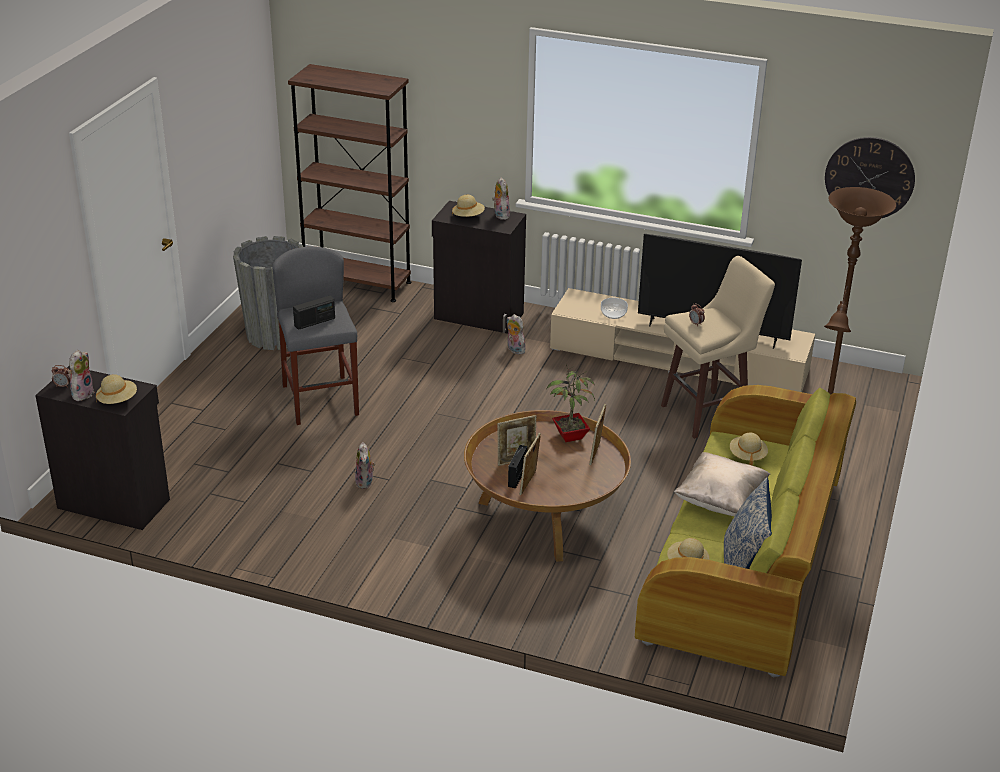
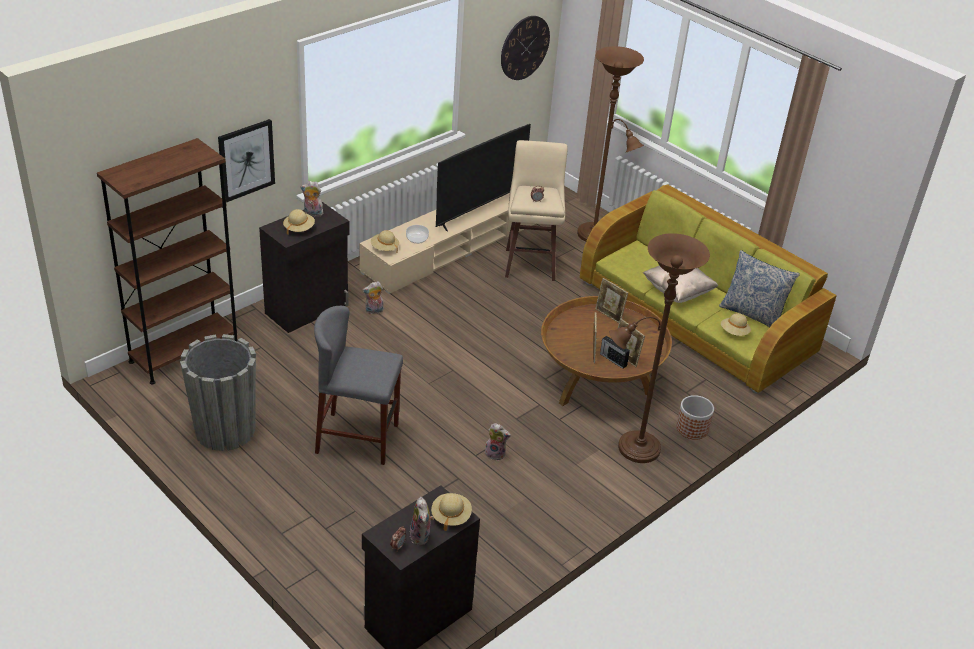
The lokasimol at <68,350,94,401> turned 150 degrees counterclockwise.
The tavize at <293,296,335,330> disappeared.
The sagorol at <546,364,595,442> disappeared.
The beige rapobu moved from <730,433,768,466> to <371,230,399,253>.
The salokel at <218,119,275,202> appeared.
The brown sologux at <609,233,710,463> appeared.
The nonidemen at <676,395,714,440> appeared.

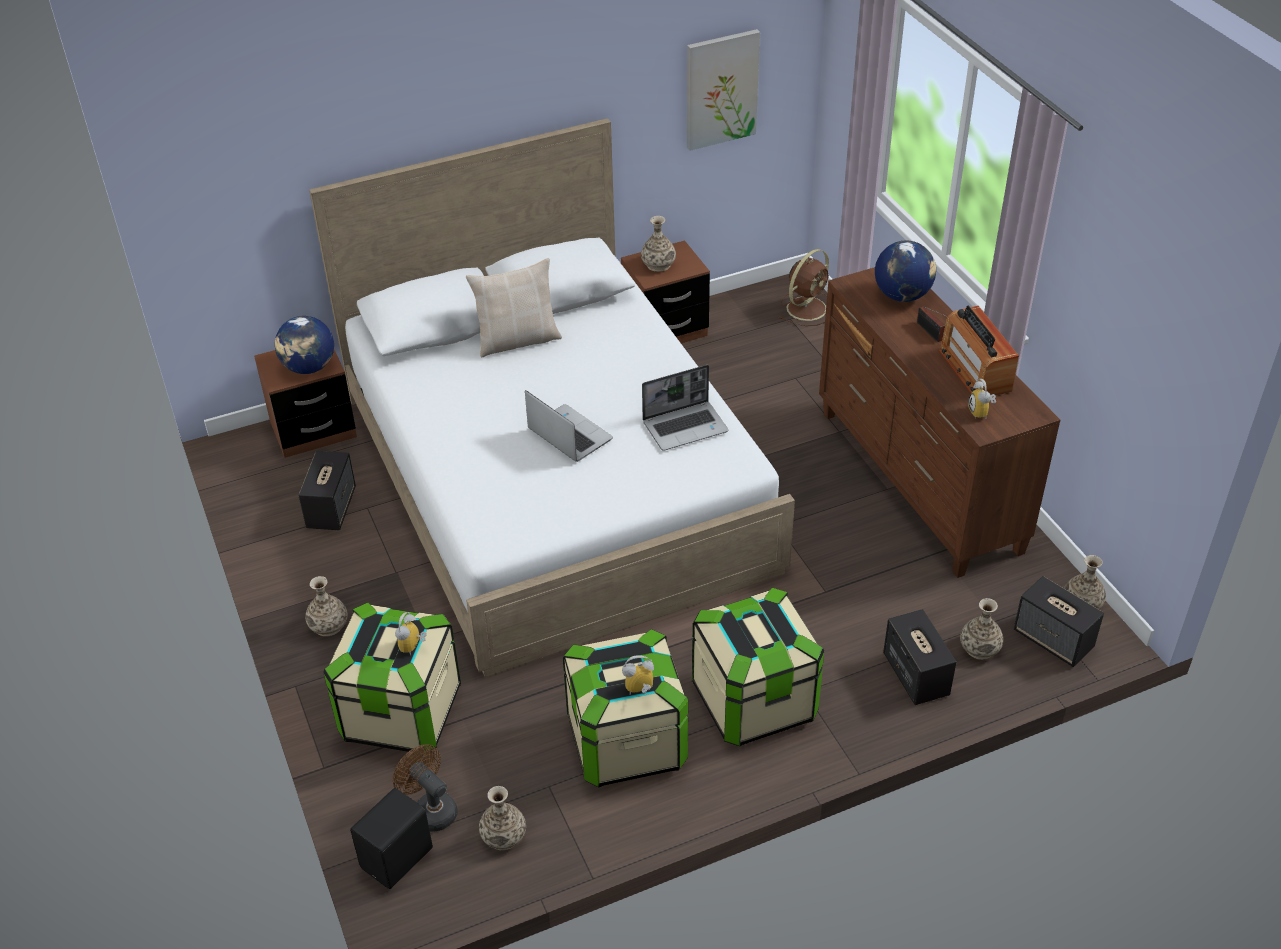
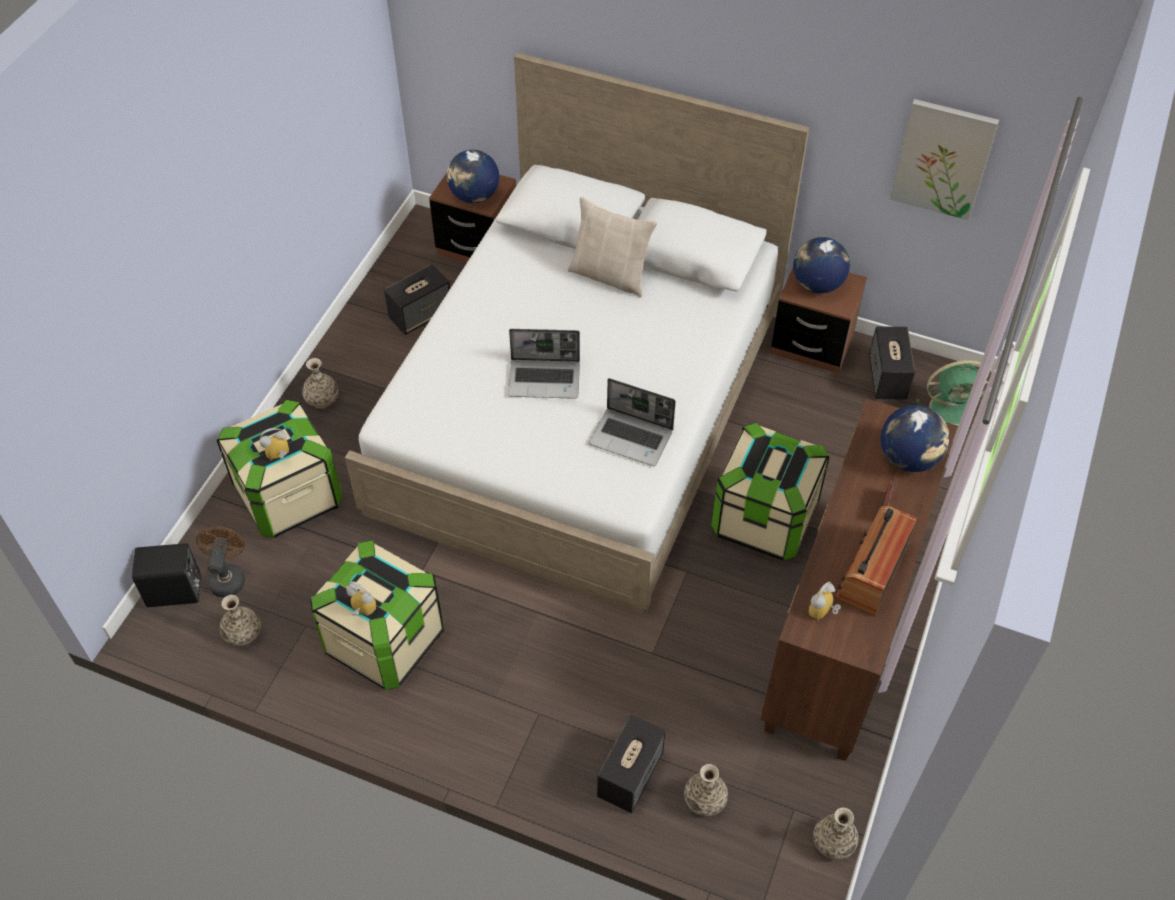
The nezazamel at <525,390,613,462> turned 90 degrees clockwise.
The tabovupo at <641,216,676,272> was replaced by the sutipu at <793,237,850,293>.
The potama moved from <692,588,824,746> to <711,423,830,561>.
The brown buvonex at <779,249,829,326> became the green buvonex at <916,360,992,433>.
The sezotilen moved from <1013,576,1104,667> to <869,326,915,400>.

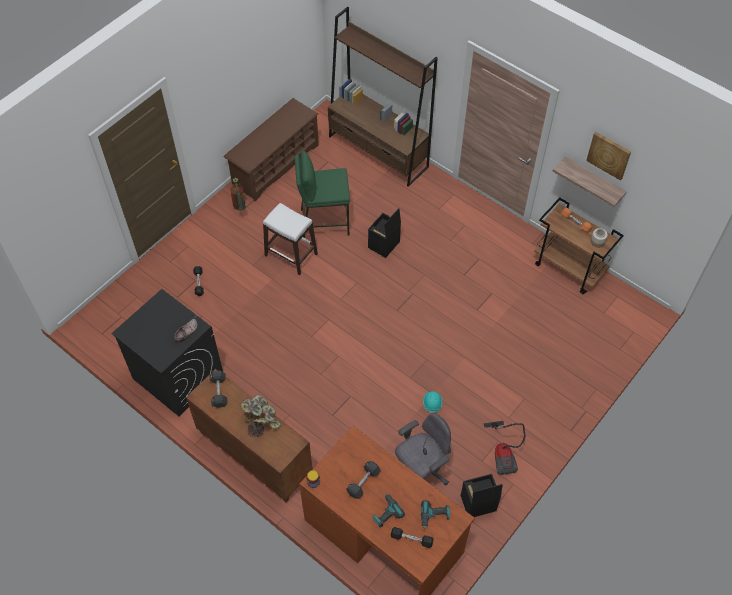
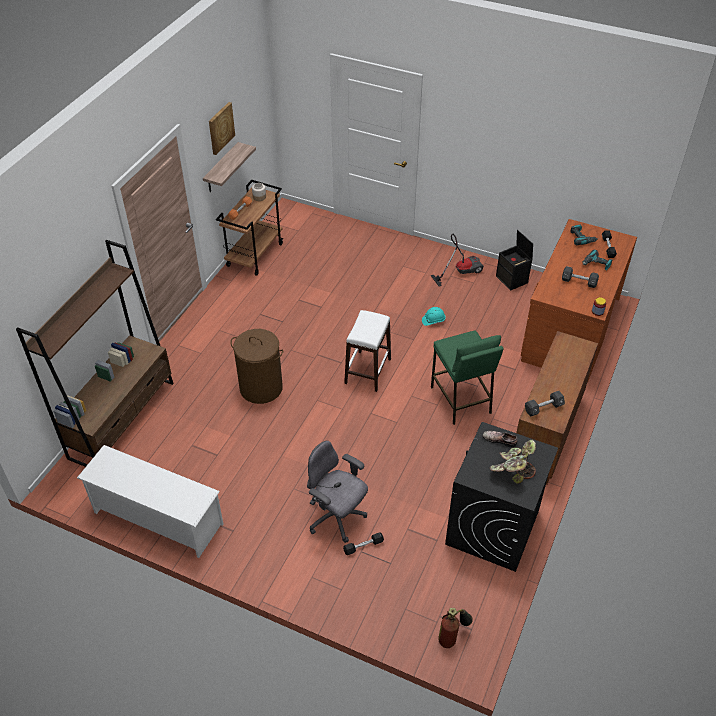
The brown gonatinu at <224,98,319,202> became the white gonatinu at <77,445,224,558>.
The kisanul moved from <231,178,246,211> to <438,608,473,648>.
The sagorol moved from <240,394,281,437> to <490,440,536,484>.
The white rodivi moved from <263,203,318,275> to <344,310,391,392>.
The green rodivi moved from <295,150,350,238> to <431,331,503,425>.
The black potama at <368,208,401,258> was replaced by the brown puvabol at <230,329,283,404>.
The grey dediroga moved from <395,413,451,485> to <307,441,368,543>.

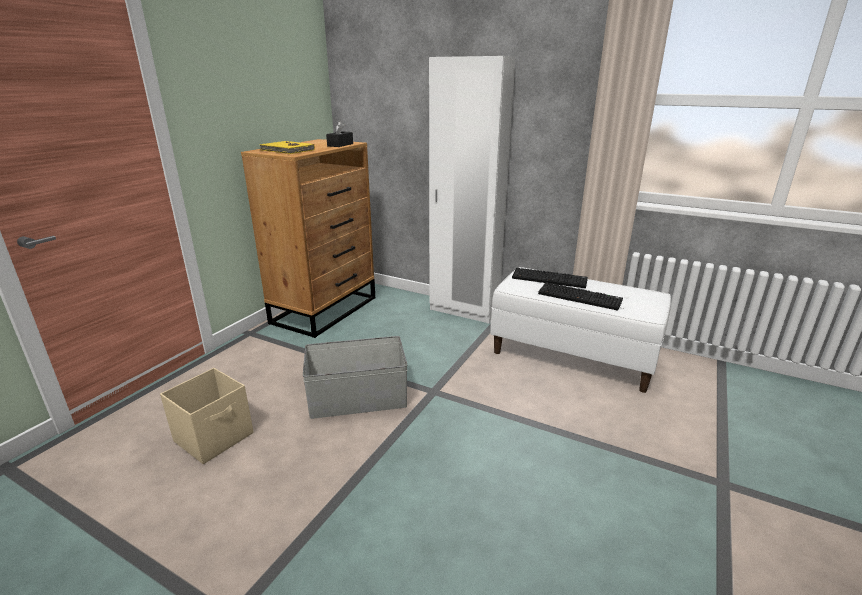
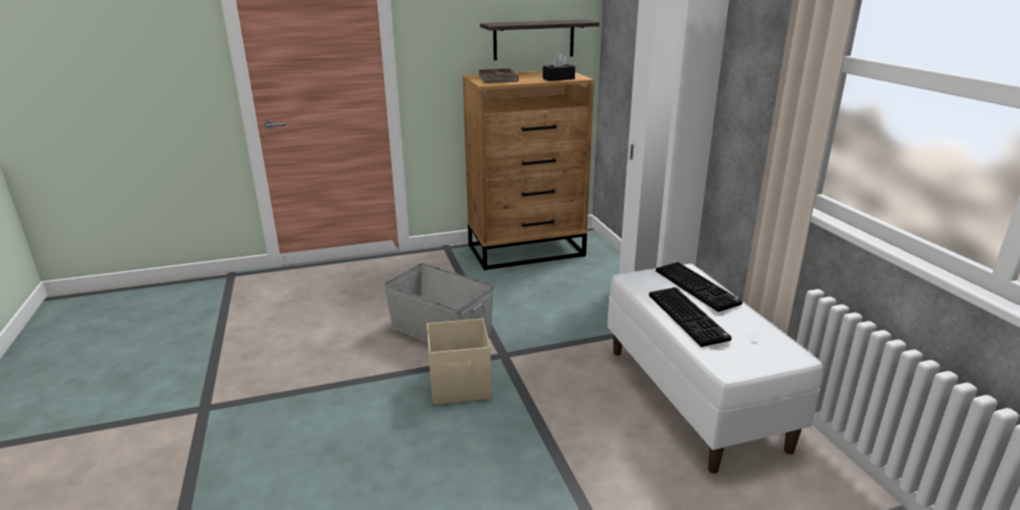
The beige potama moved from <160,368,254,464> to <427,318,492,405>.
The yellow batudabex at <259,141,315,154> became the brown batudabex at <479,69,519,83>.
The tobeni at <480,20,600,60> appeared.

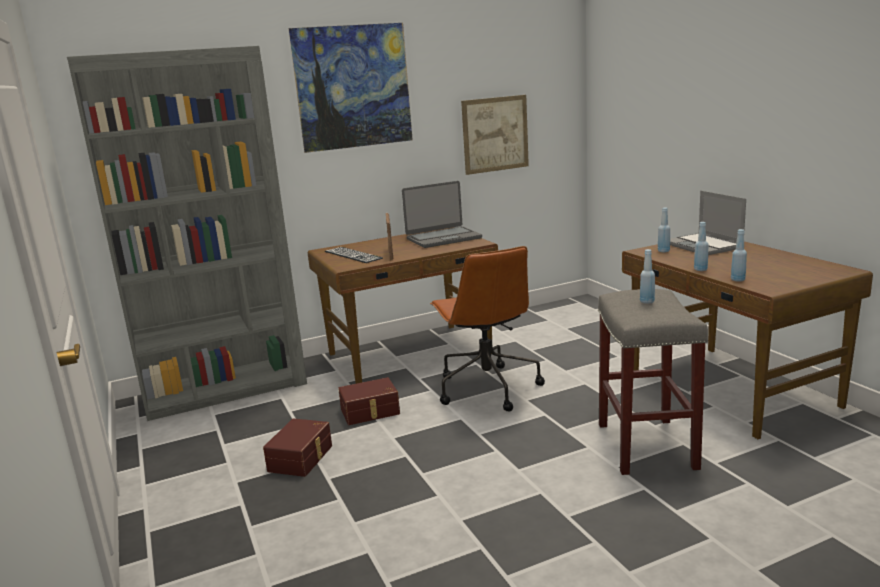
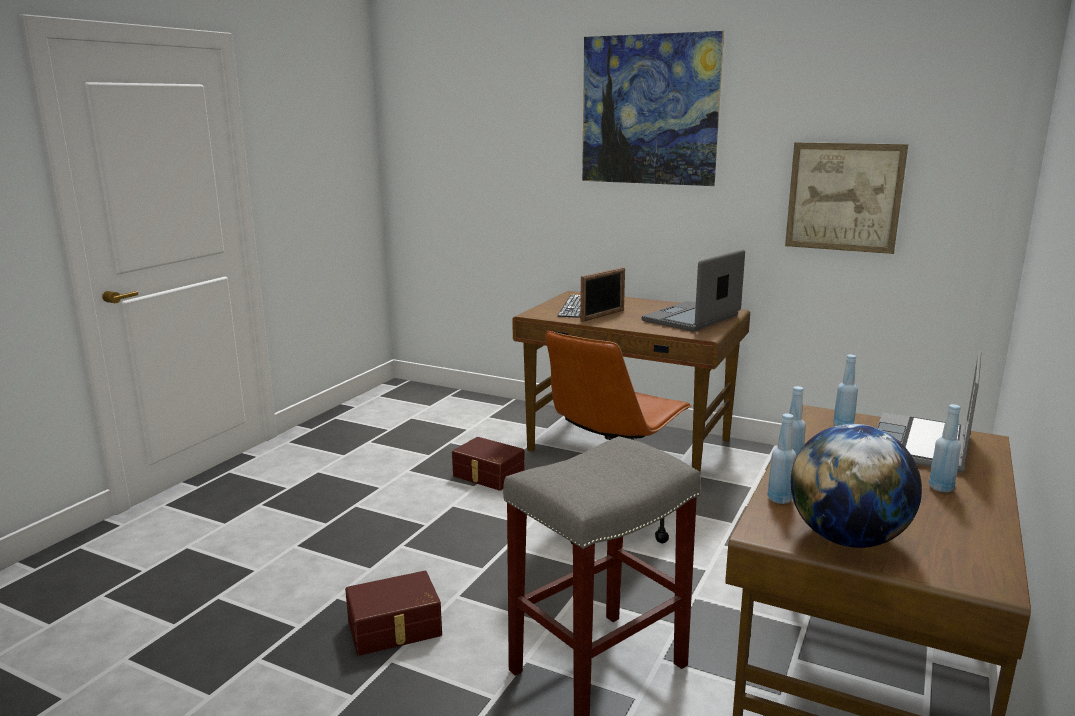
The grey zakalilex at <67,46,307,421> disappeared.
The brown potama moved from <263,419,332,477> to <345,571,442,656>.
The nezazamel at <402,181,482,248> turned 105 degrees clockwise.
The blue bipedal moved from <640,249,655,304> to <929,404,961,492>.
The sutipu at <791,424,922,548> appeared.

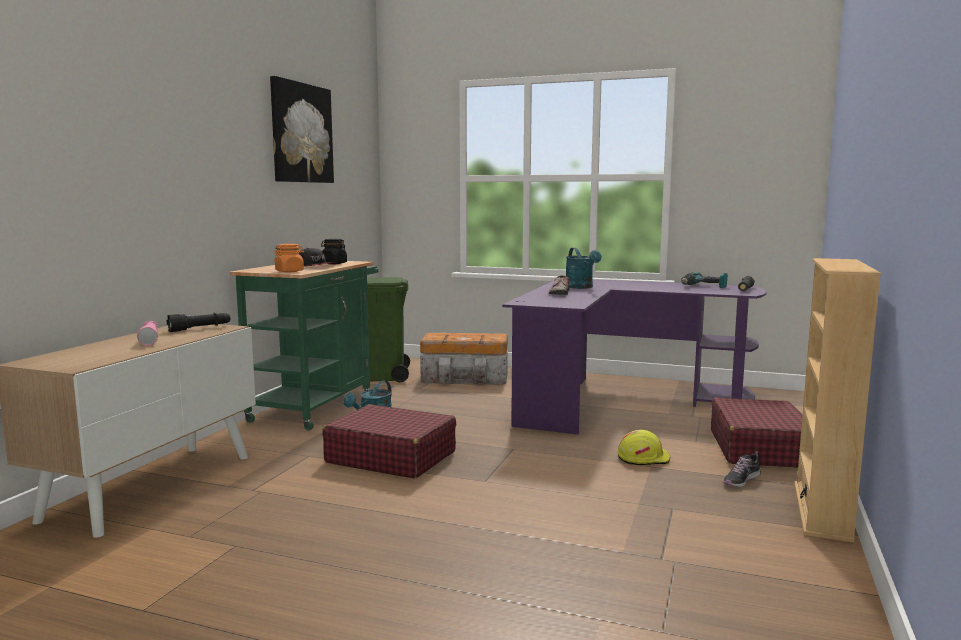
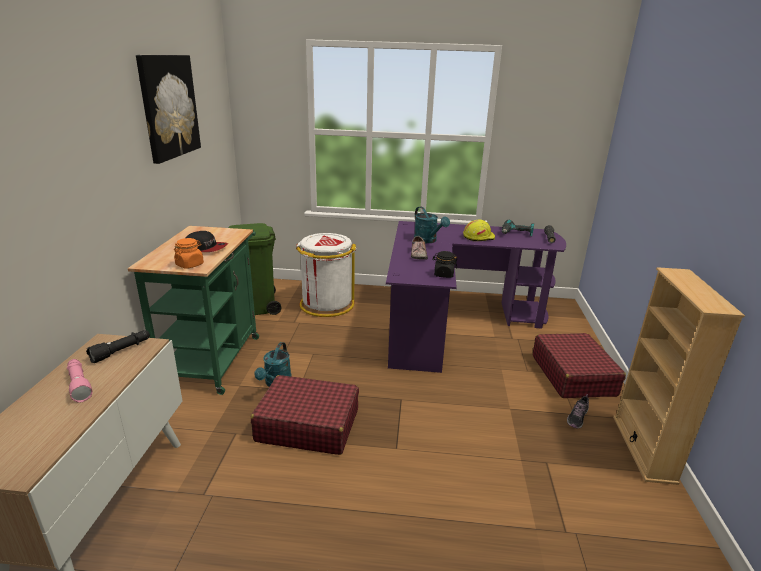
The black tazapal moved from <321,239,347,264> to <432,251,457,278>.
The potama at <420,333,508,385> was replaced by the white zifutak at <296,233,356,317>.
The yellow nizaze moved from <617,430,670,465> to <463,219,495,241>.

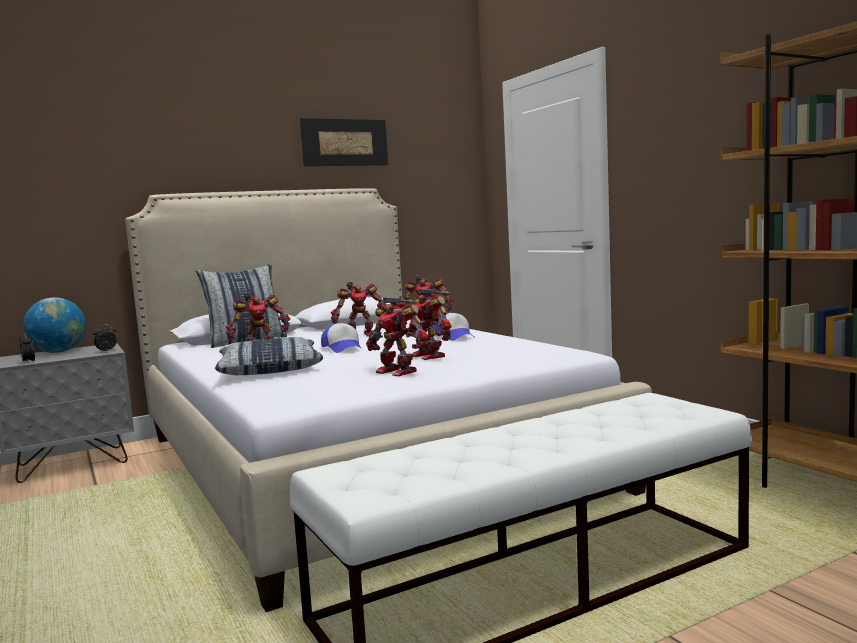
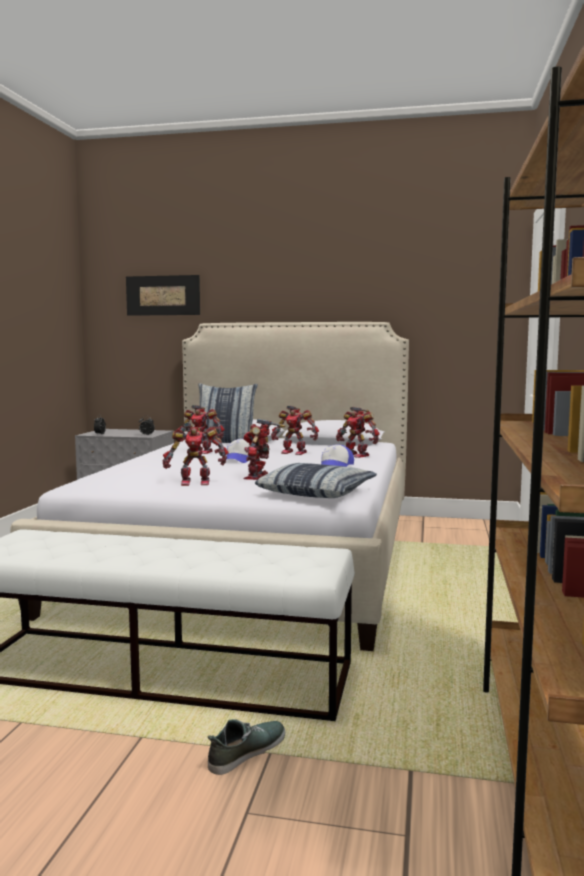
The sutipu at <23,297,86,353> disappeared.
The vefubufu moved from <215,337,323,375> to <255,463,377,498>.
The salokel moved from <300,118,388,166> to <126,275,200,316>.
The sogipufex at <366,297,429,376> turned 90 degrees counterclockwise.
The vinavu at <208,719,285,775> appeared.

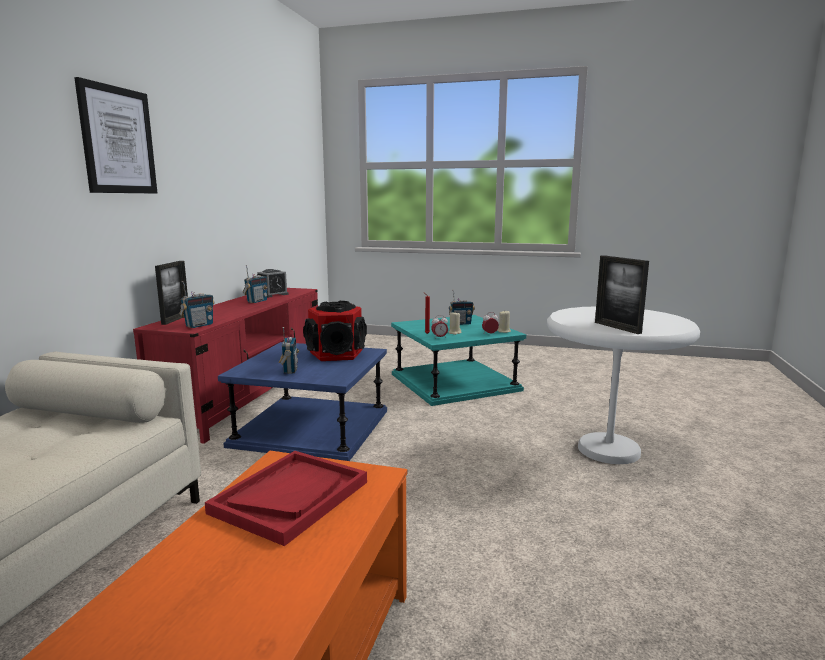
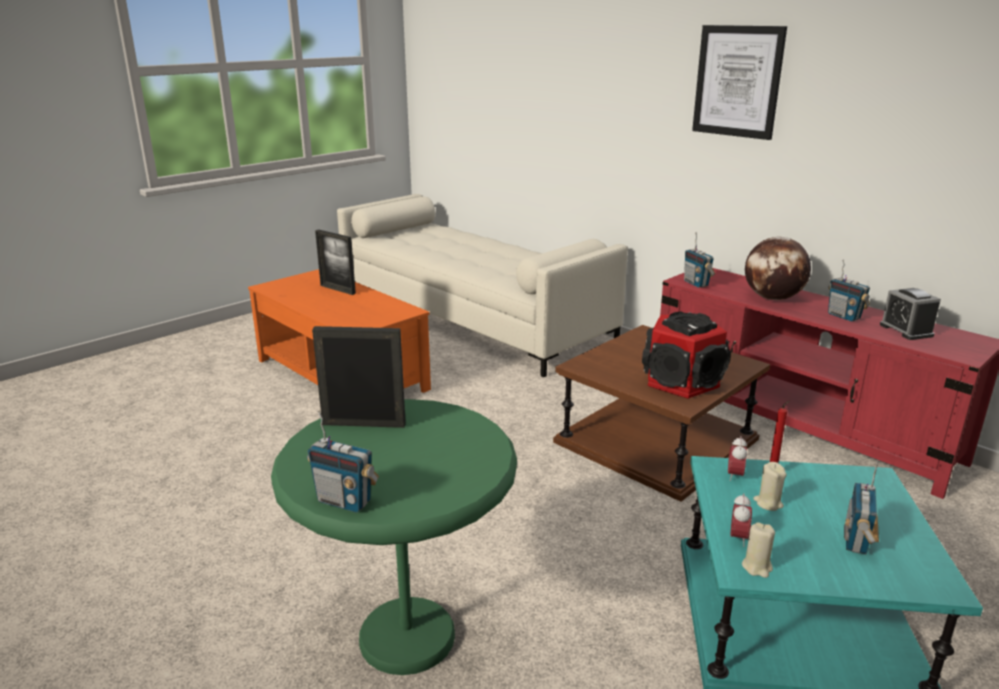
The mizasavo moved from <155,261,188,325> to <315,230,356,295>.
The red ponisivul at <205,451,367,546> disappeared.
The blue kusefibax at <218,342,387,461> became the brown kusefibax at <553,325,770,502>.
The tavize moved from <279,327,299,374> to <307,410,379,513>.
The white kusefibax at <547,306,700,464> became the green kusefibax at <271,399,517,675>.
The sutipu at <745,237,811,300> appeared.

